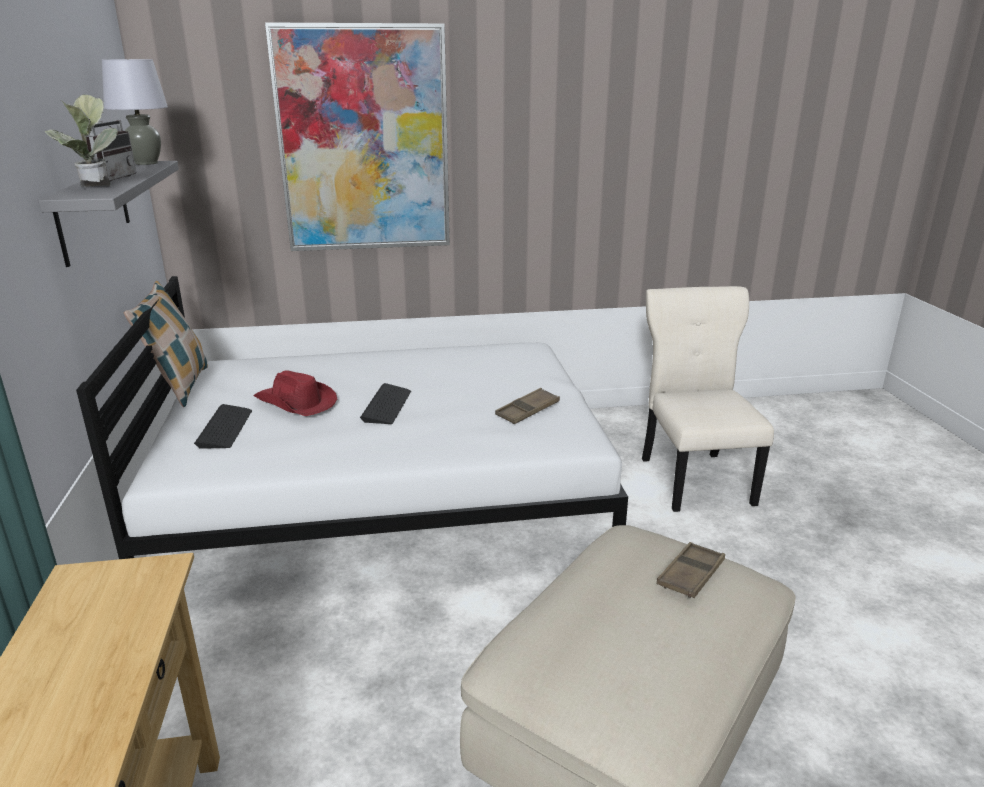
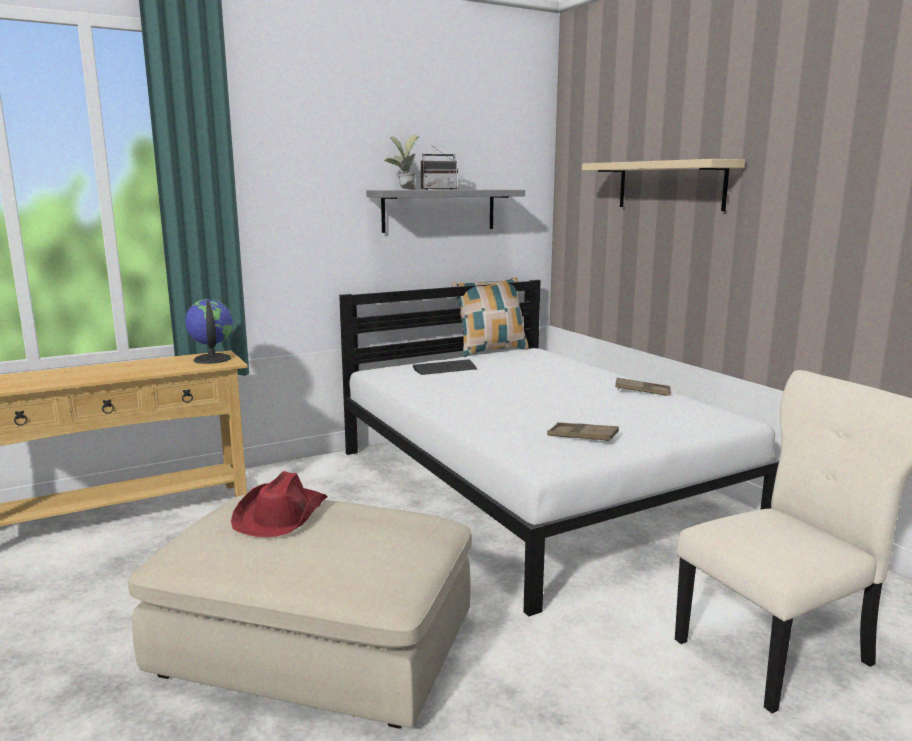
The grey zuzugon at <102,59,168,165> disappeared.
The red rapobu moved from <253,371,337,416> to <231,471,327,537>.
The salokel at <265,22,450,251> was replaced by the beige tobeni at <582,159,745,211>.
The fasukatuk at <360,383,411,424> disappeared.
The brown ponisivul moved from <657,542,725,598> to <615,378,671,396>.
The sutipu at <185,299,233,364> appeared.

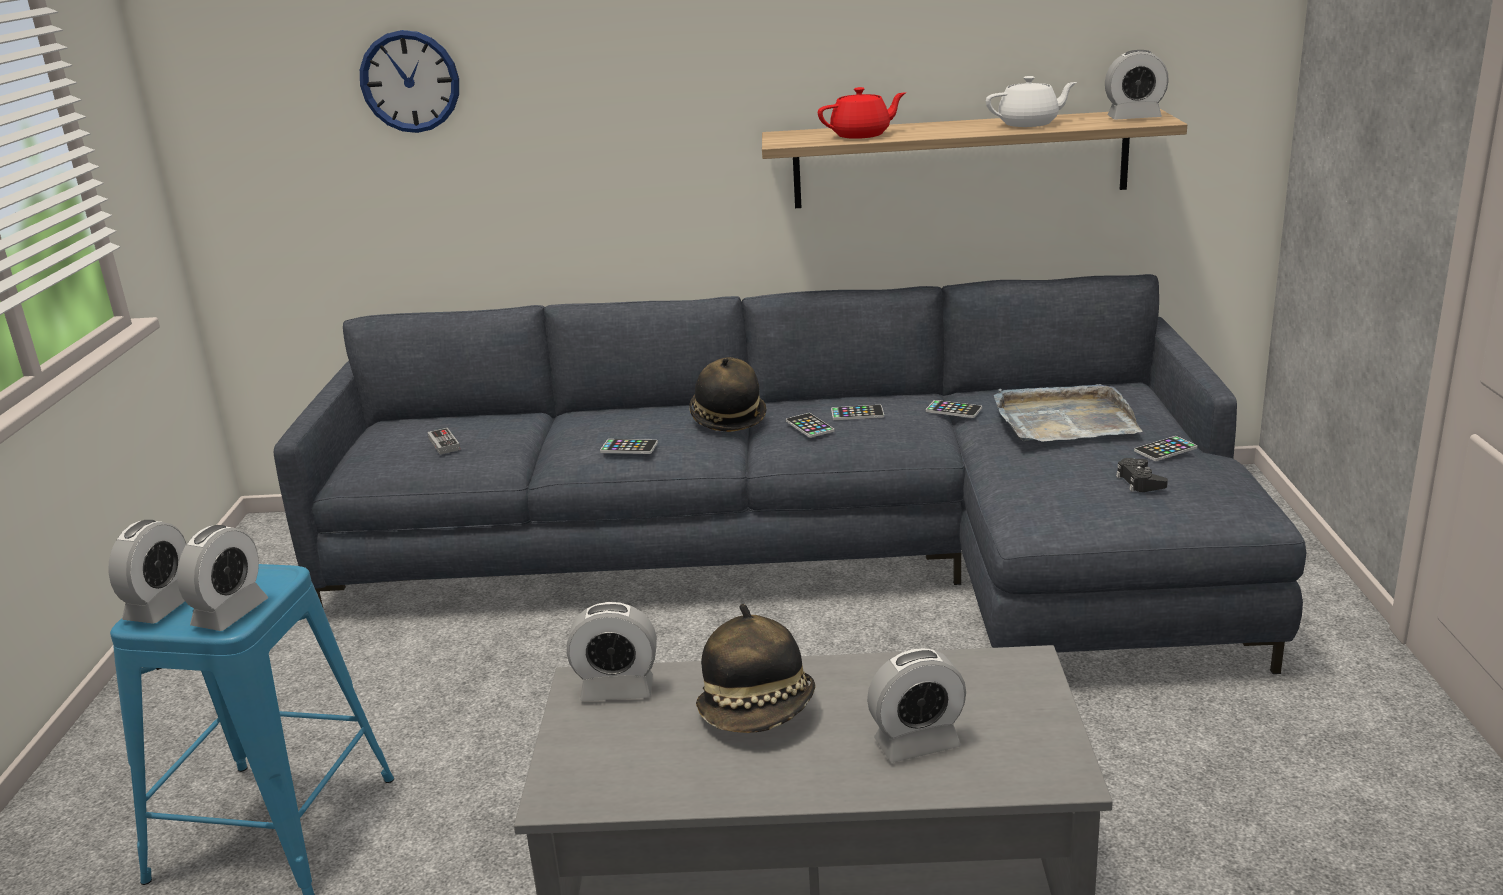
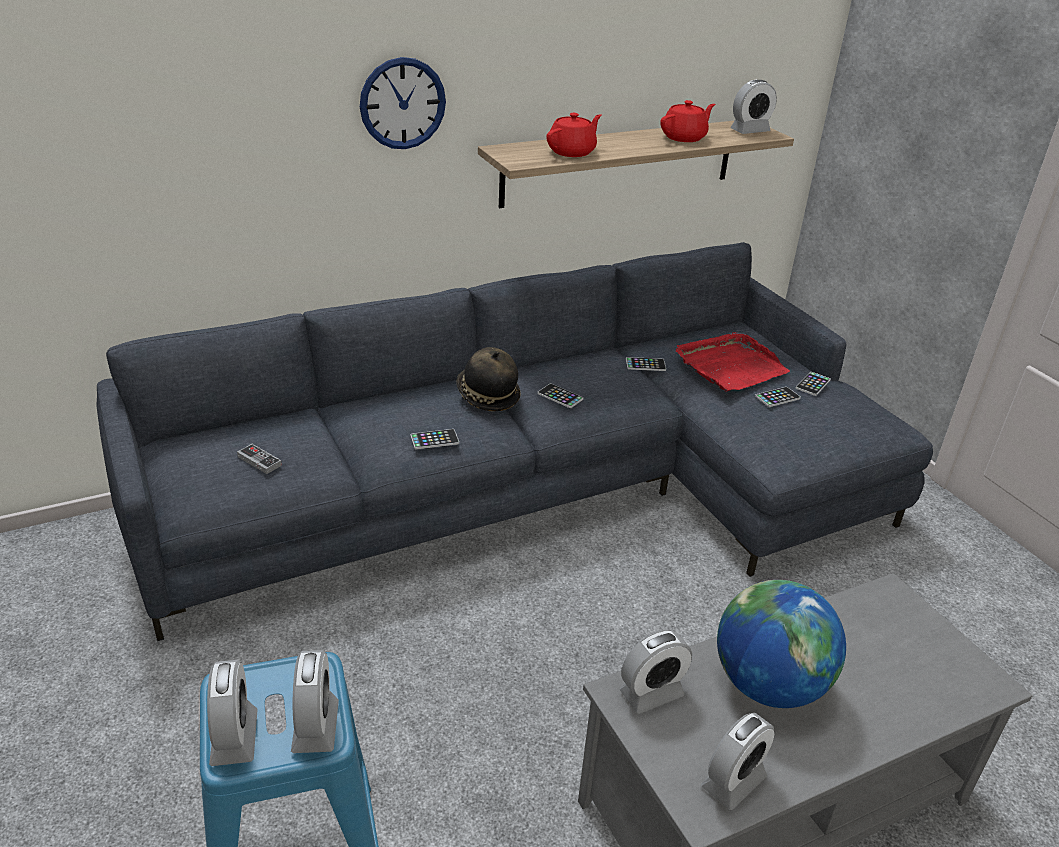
The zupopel moved from <360,30,459,133> to <360,57,446,149>.
The rapobu at <696,604,816,733> was replaced by the sutipu at <717,580,846,708>.
The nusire moved from <831,405,884,420> to <755,387,801,407>.
The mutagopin moved from <867,648,966,763> to <701,713,775,810>.
The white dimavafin at <986,76,1077,127> became the red dimavafin at <660,100,715,142>.
The grey ponisivul at <994,384,1142,442> became the red ponisivul at <676,332,790,392>.
The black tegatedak at <1116,458,1168,492> disappeared.

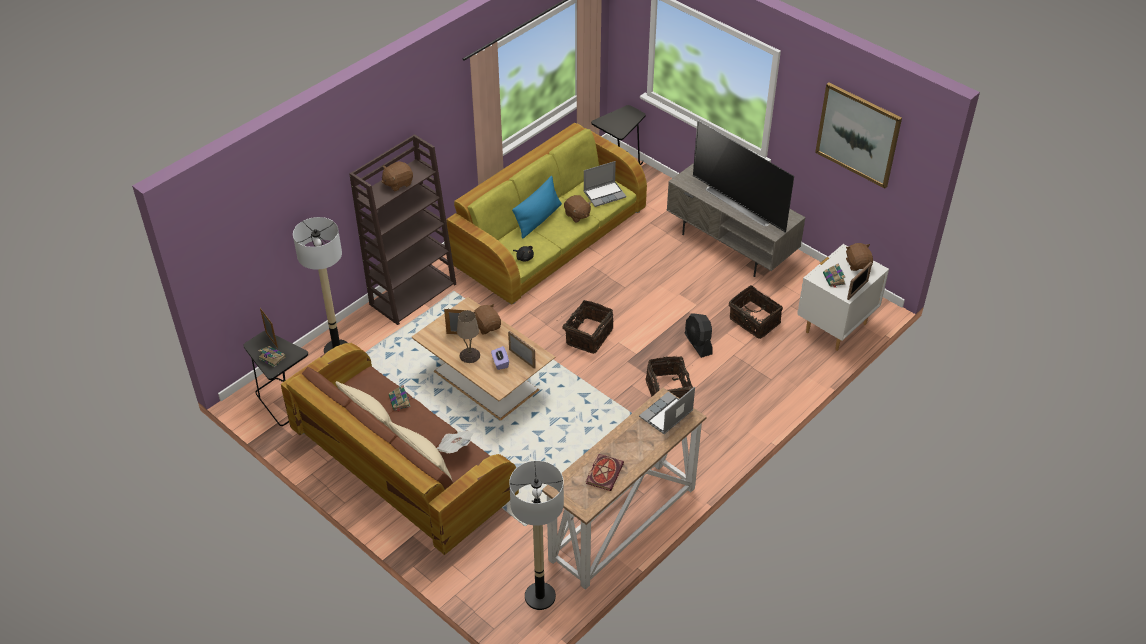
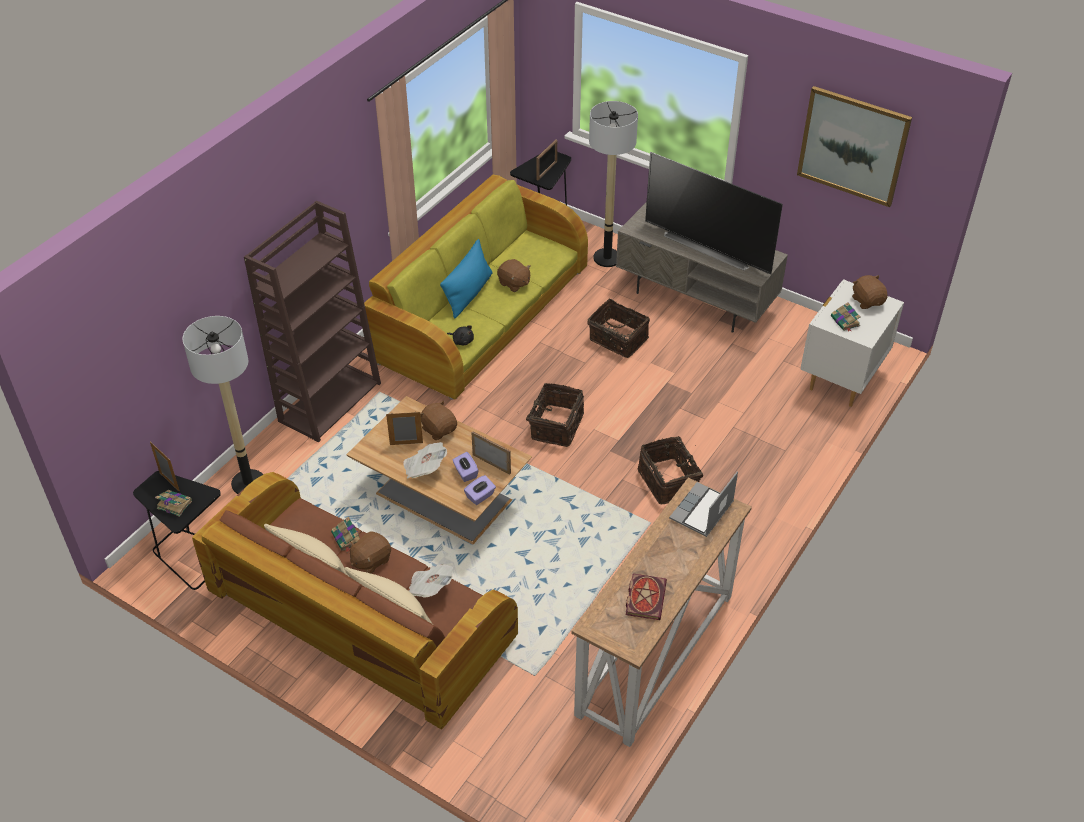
The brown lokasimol moved from <382,161,413,191> to <349,532,391,573>.
The beige zuzugon at <457,310,480,363> was replaced by the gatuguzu at <403,442,447,479>.
The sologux moved from <509,461,564,610> to <589,101,638,267>.
The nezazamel at <584,161,626,207> disappeared.
The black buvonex at <685,313,713,358> disappeared.
The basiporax moved from <729,285,783,339> to <588,298,650,358>.
The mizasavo moved from <847,262,872,300> to <536,139,557,181>.
The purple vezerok at <464,475,496,505> appeared.

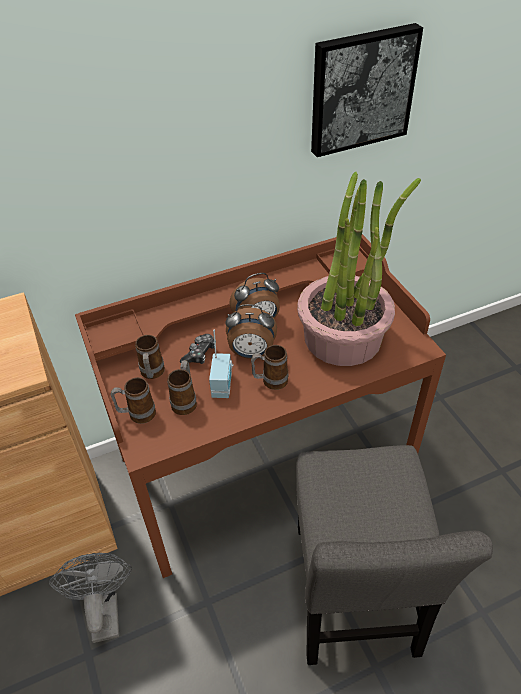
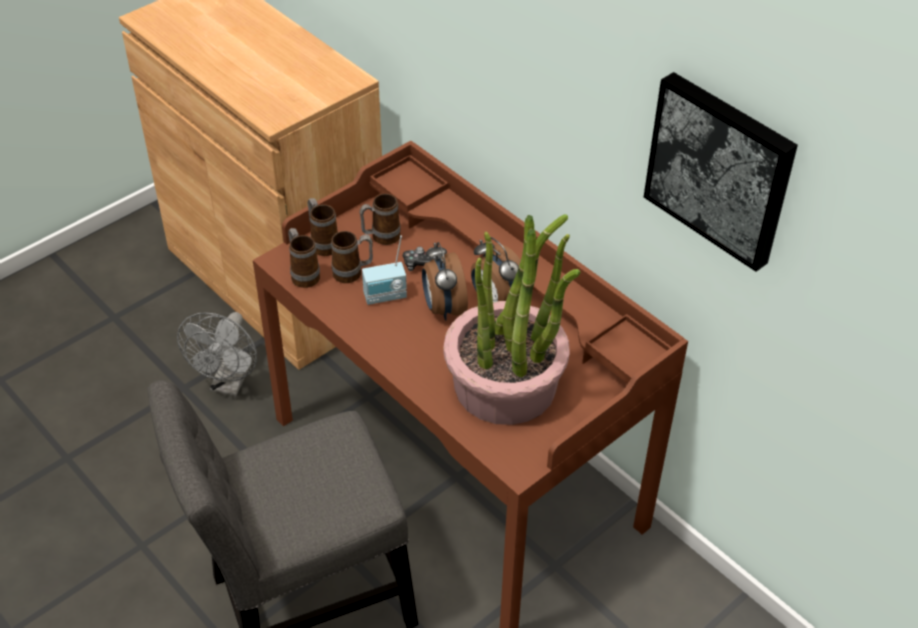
The grey buvonex at <49,553,132,643> turned 135 degrees clockwise.
The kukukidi moved from <251,345,288,390> to <288,228,320,288>.

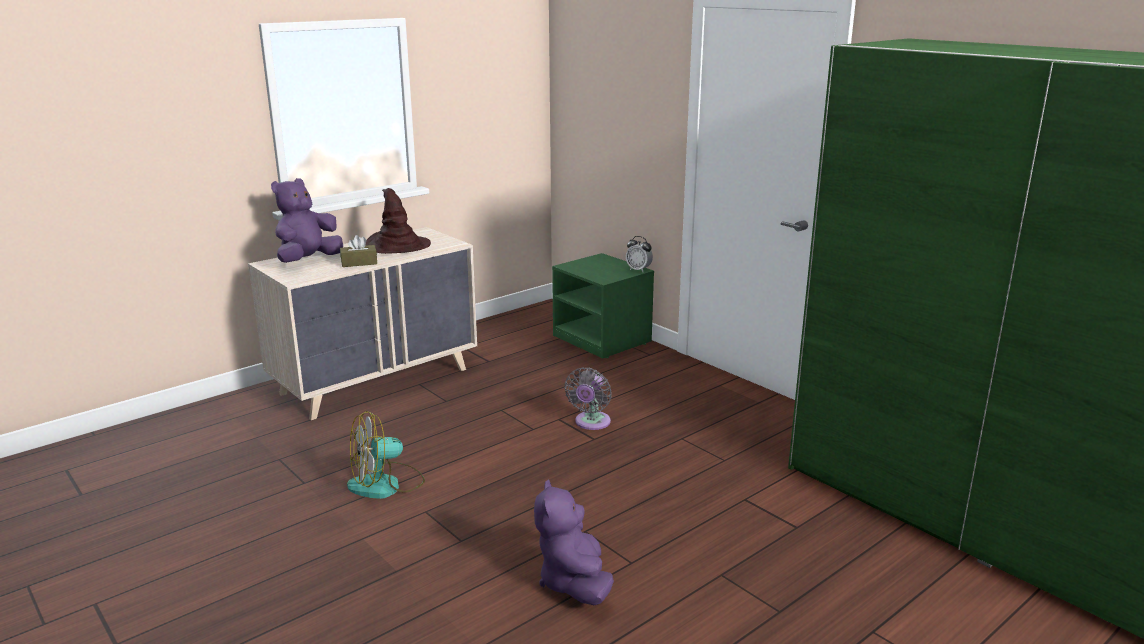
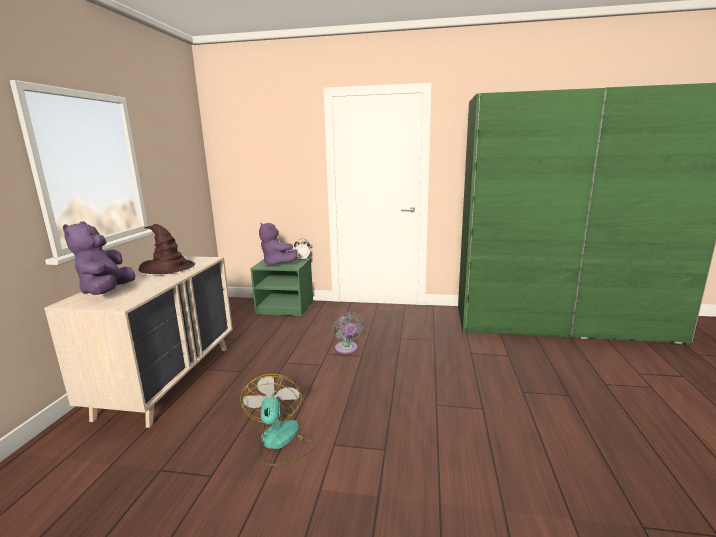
The brown vezerok at <340,235,377,267> disappeared.
The buvonex at <347,411,425,499> turned 150 degrees clockwise.
The purple lokasimol moved from <534,480,614,605> to <259,223,298,267>.

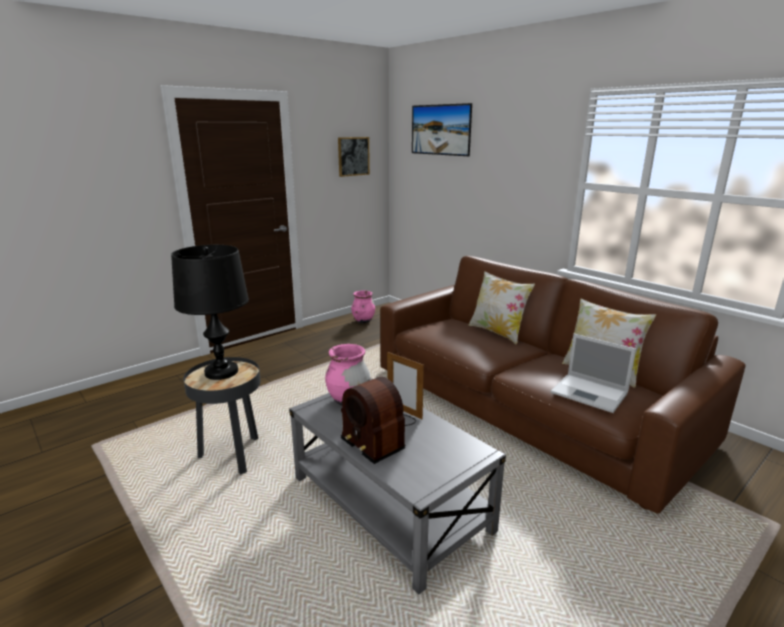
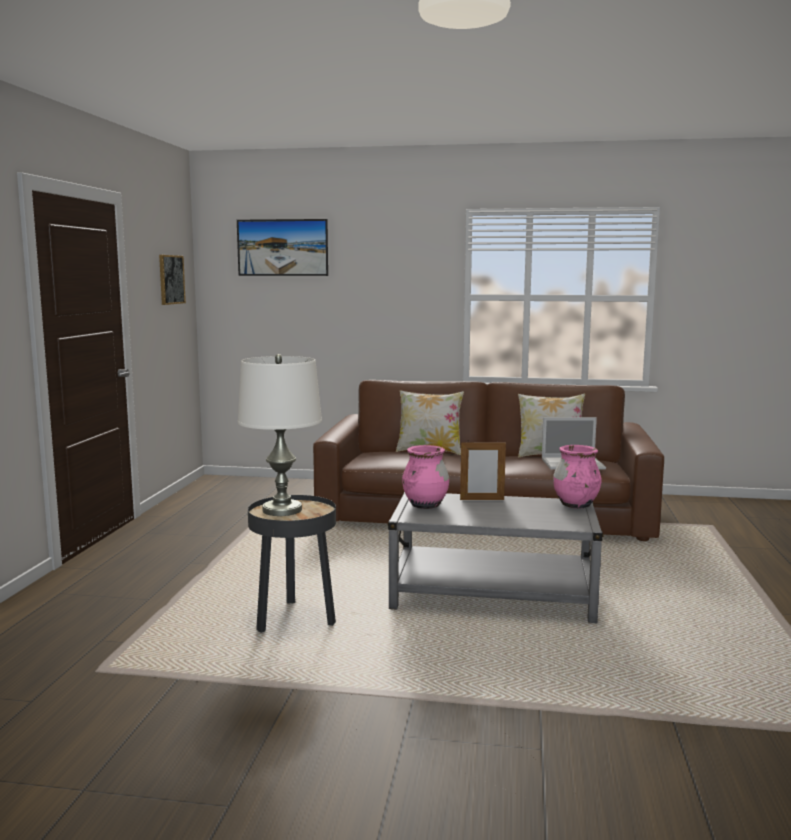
The black zuzugon at <171,245,249,380> became the white zuzugon at <238,354,322,516>.
The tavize at <341,377,416,464> disappeared.
The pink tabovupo moved from <351,290,375,323> to <553,445,602,509>.

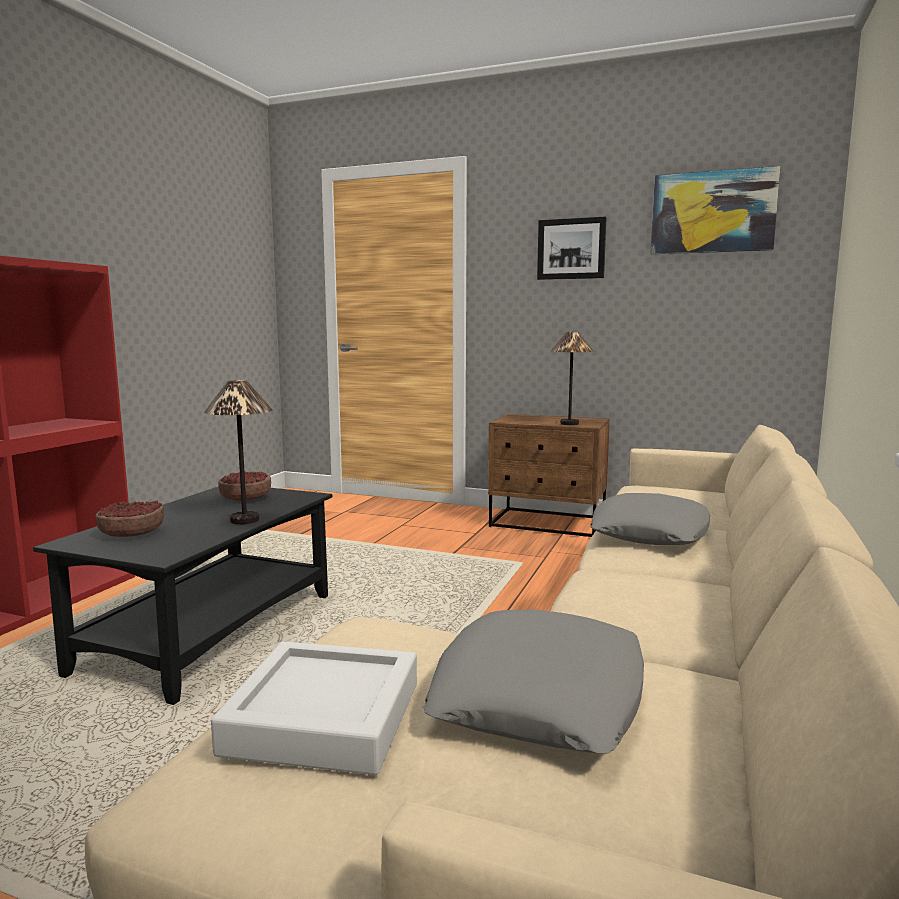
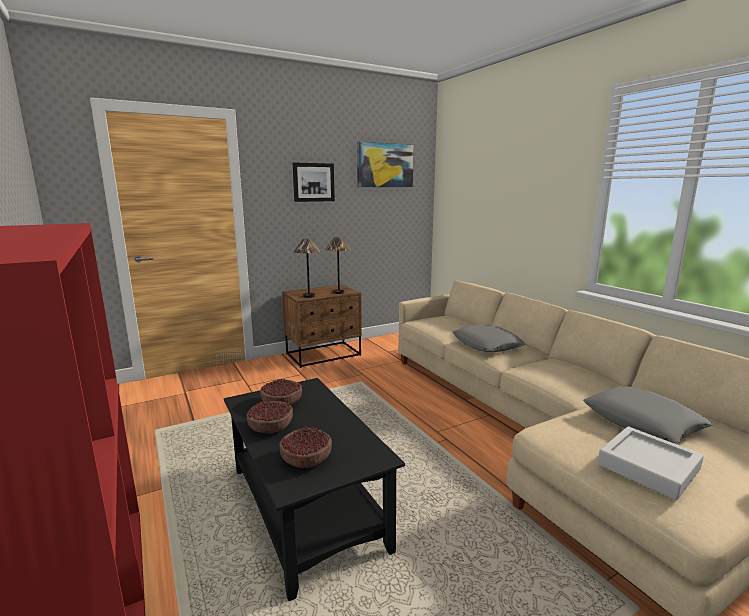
The zuzugon moved from <204,380,272,524> to <294,238,321,298>.
The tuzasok at <247,401,293,433> appeared.

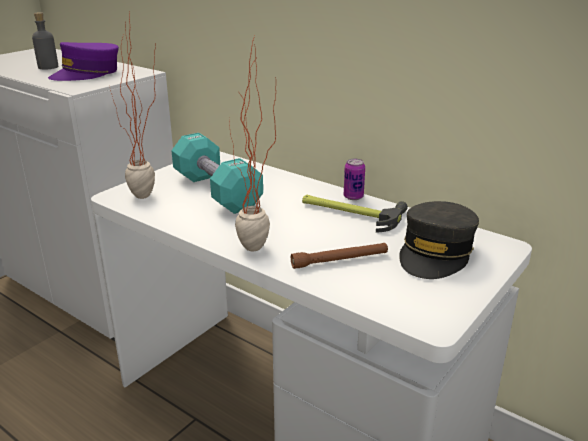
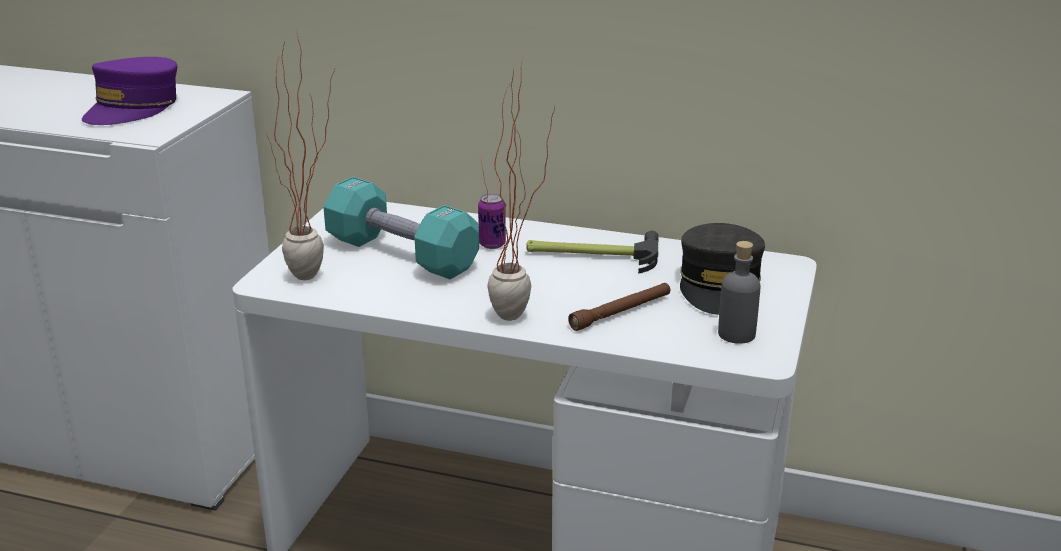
The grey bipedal moved from <32,12,58,69> to <718,241,761,344>.
The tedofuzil moved from <344,159,365,200> to <478,194,506,249>.

